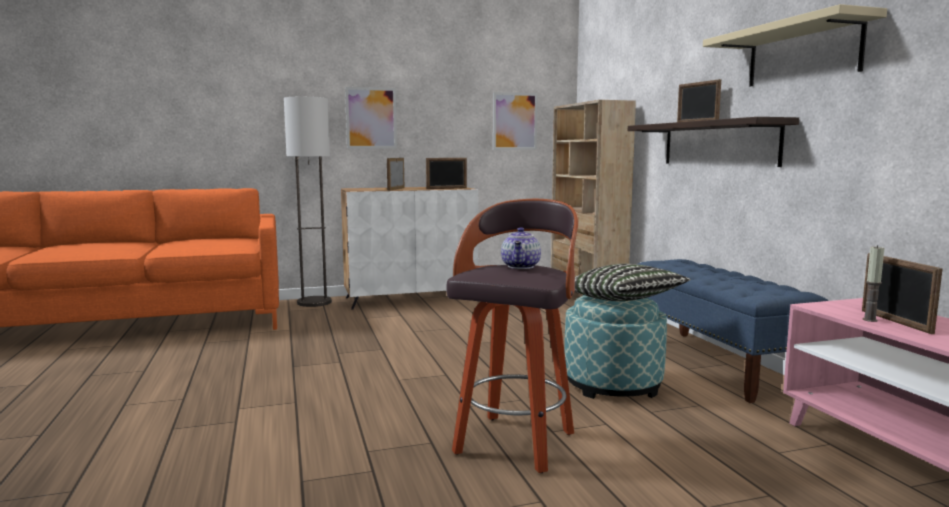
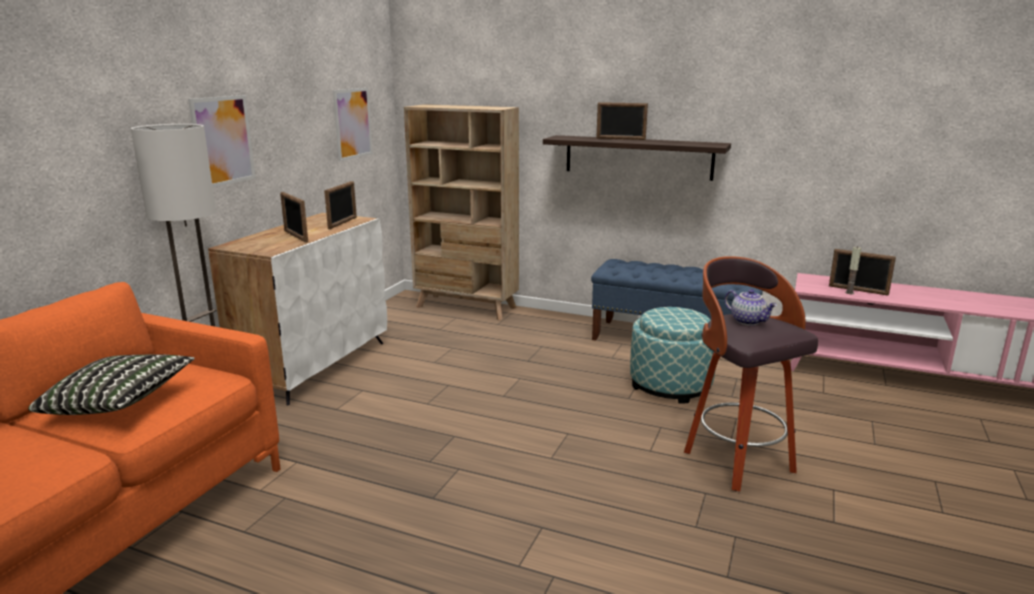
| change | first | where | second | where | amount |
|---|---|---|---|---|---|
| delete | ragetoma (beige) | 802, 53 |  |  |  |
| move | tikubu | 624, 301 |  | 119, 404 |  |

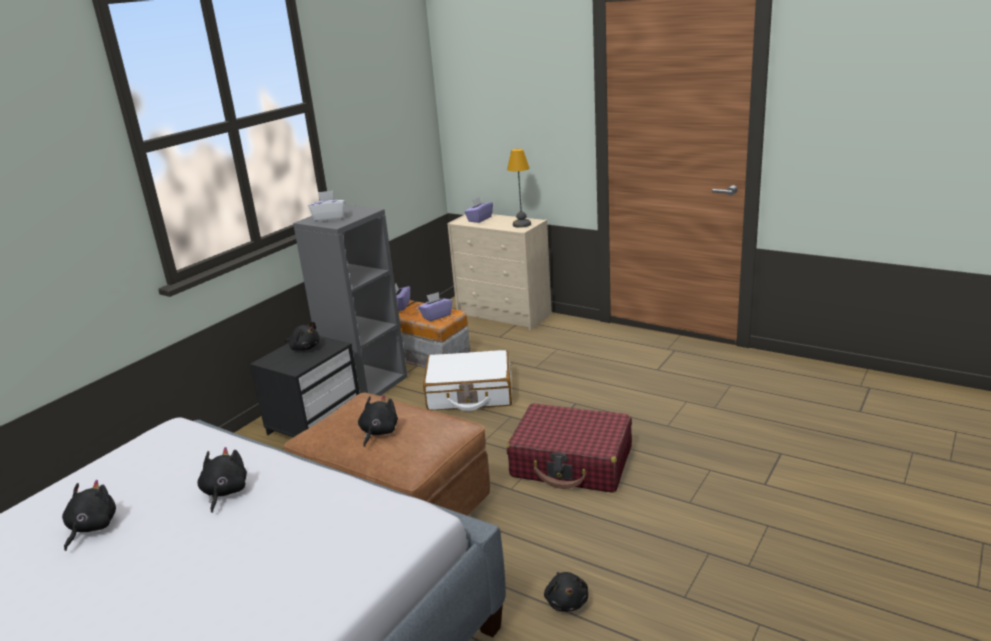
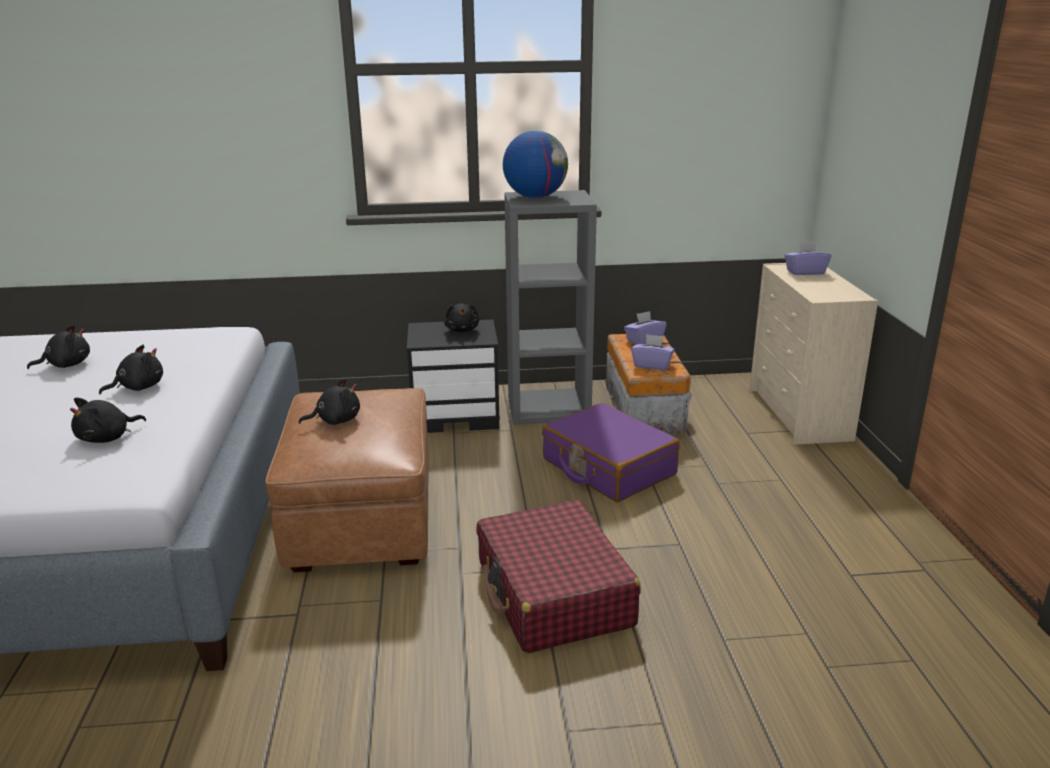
| change | first | where | second | where | amount |
|---|---|---|---|---|---|
| delete | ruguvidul | 521, 224 |  |  |  |
| move | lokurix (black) | 566, 601 |  | 107, 438 |  |
| replace | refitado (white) | 329, 218 | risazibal | 535, 197 |  |
| recolor | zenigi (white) | 469, 393 | zenigi (purple) | 608, 467 |  |

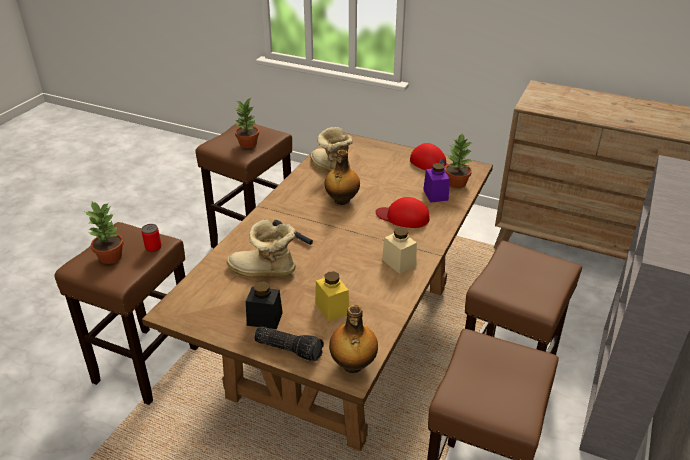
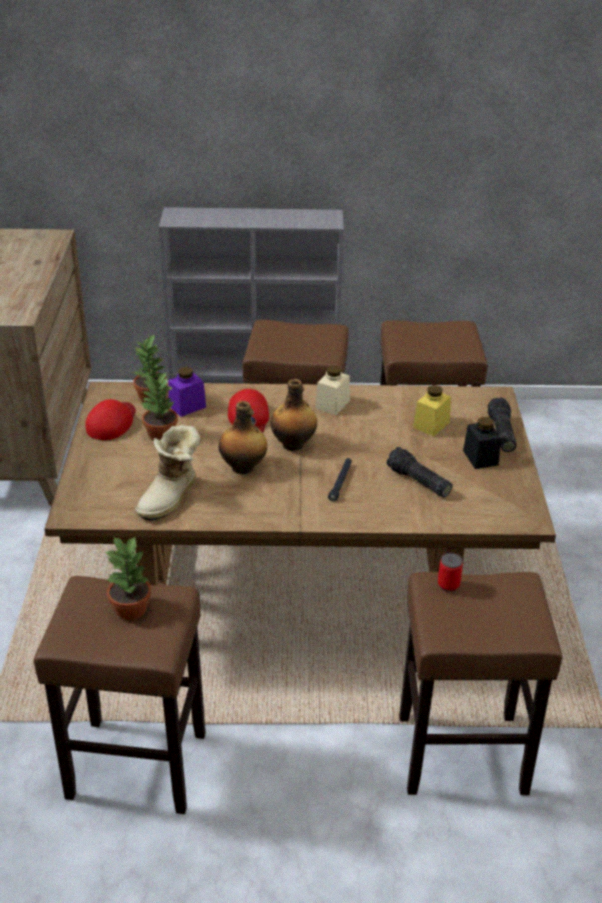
| change | first | where | second | where | amount |
|---|---|---|---|---|---|
| move | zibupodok | 111, 256 |  | 160, 434 |  |
| move | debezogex | 352, 365 |  | 294, 444 |  |
| replace | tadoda | 263, 271 | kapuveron | 417, 482 |  |

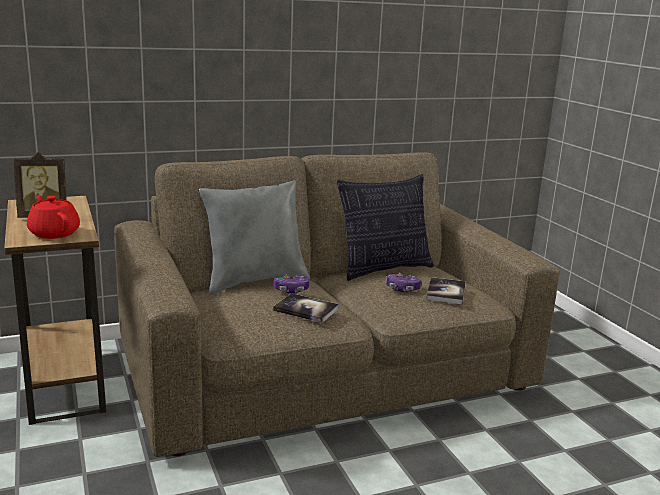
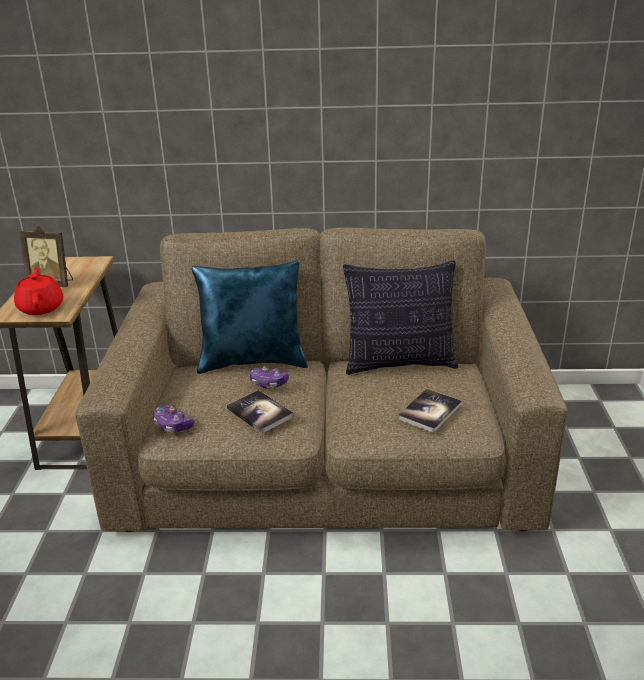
| change | first | where | second | where | amount |
|---|---|---|---|---|---|
| move | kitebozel | 402, 289 |  | 173, 425 |  |
| recolor | tikubu (grey) | 255, 281 | tikubu (blue) | 253, 361 |  |

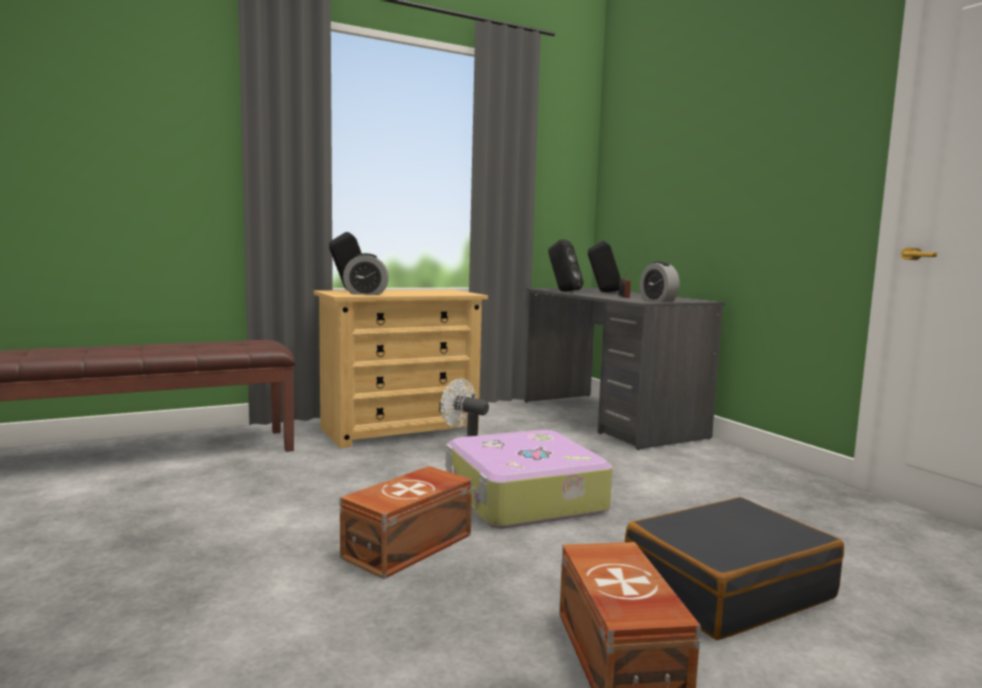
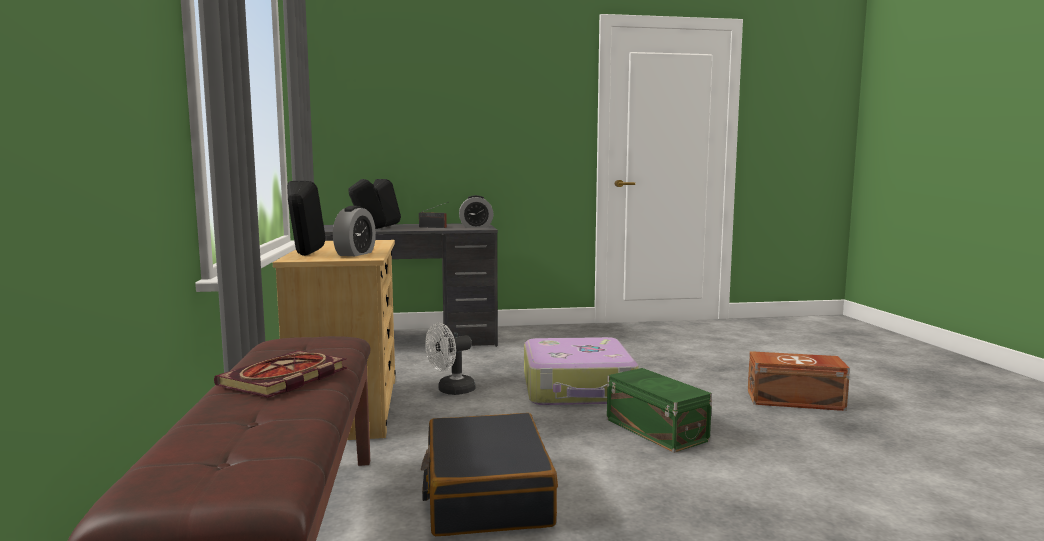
| change | first | where | second | where | amount |
|---|---|---|---|---|---|
| insert |  |  | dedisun | 283, 379 |  |
| move | zenigi (black) | 726, 587 |  | 486, 493 |  |
| recolor | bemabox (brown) | 411, 546 | bemabox (green) | 656, 429 |  |

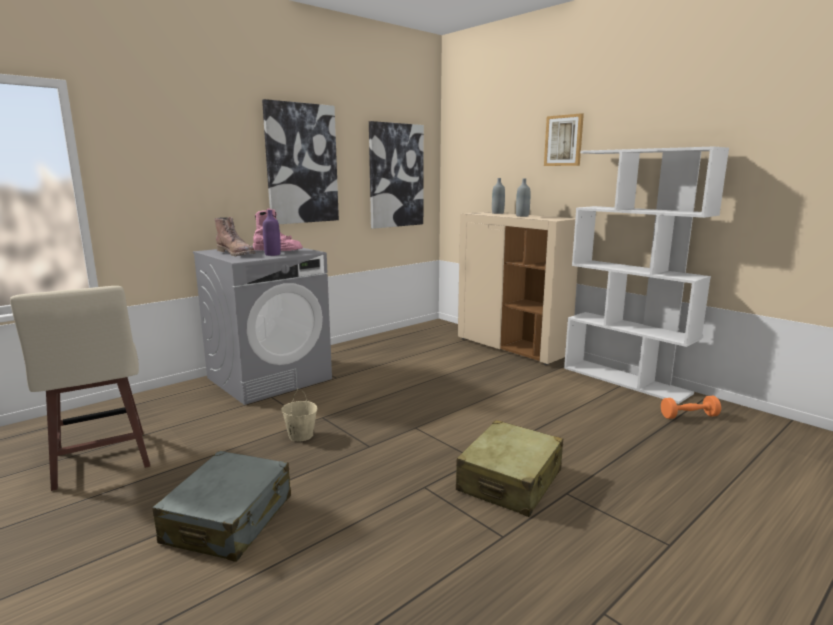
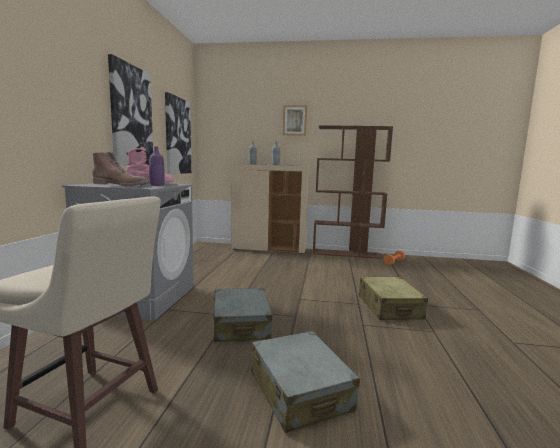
| change | first | where | second | where | amount |
|---|---|---|---|---|---|
| replace | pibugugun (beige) | 300, 436 | zenigi (grey) | 241, 325 |  |
| recolor | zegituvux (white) | 626, 380 | zegituvux (brown) | 346, 254 |  |

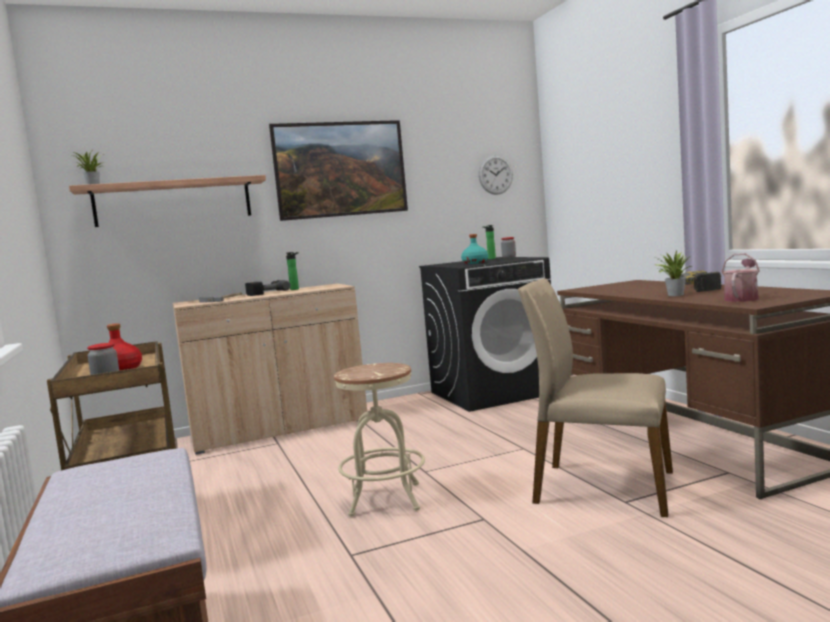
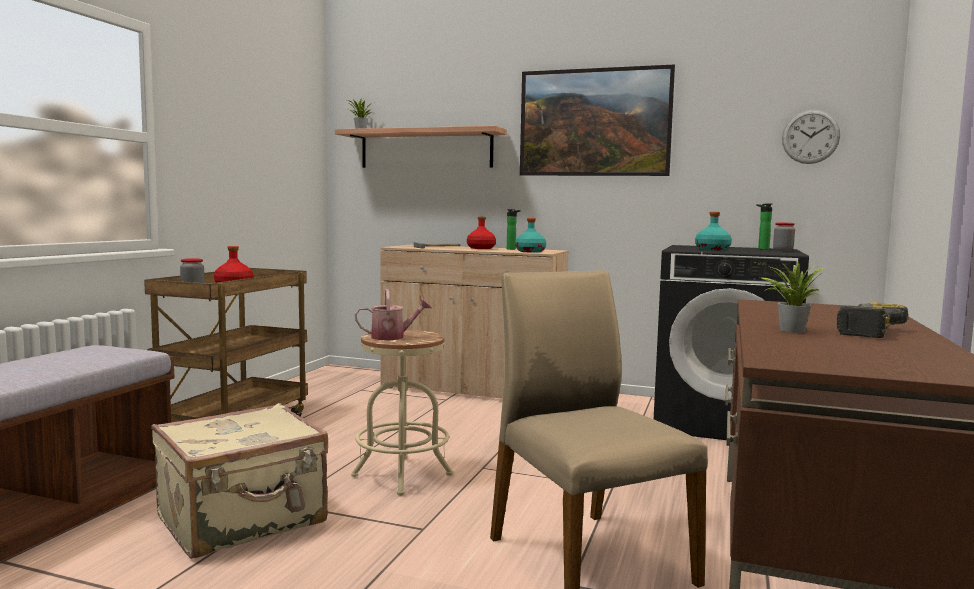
| change | first | where | second | where | amount |
|---|---|---|---|---|---|
| insert |  |  | zenigi (beige) | 243, 521 |  |
| insert |  |  | debezogex (turquoise) | 530, 251 |  |
| move | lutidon | 742, 298 |  | 393, 337 |  |
| replace | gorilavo | 266, 293 | debezogex (red) | 480, 248 |  |

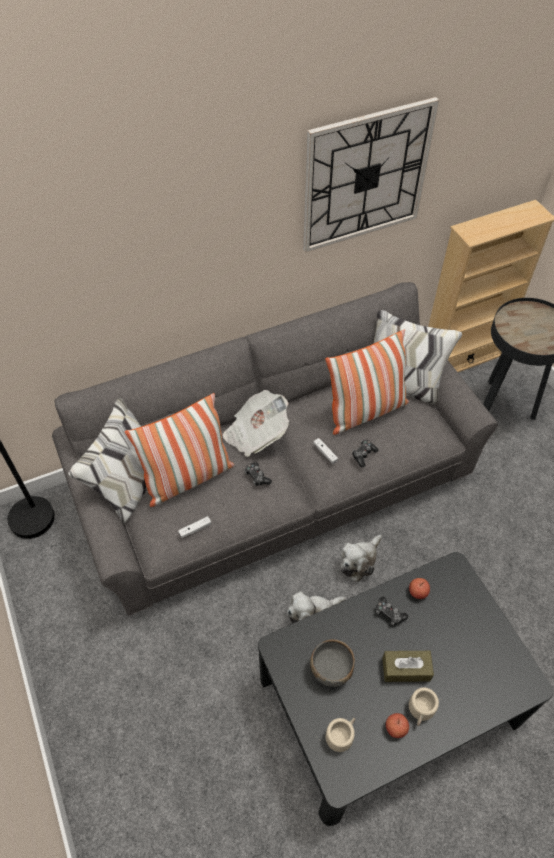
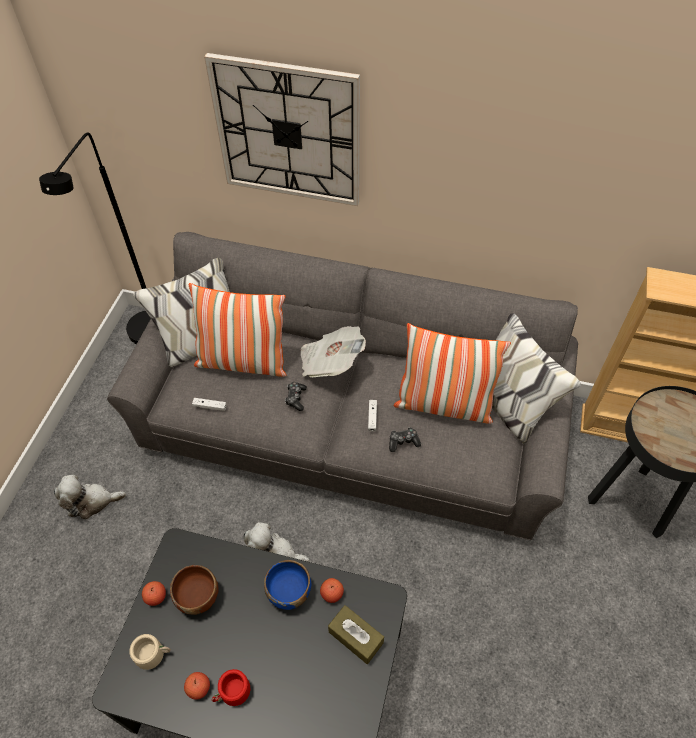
| change | first | where | second | where | amount |
|---|---|---|---|---|---|
| insert |  |  | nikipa | 156, 596 |  |
| move | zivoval | 365, 176 |  | 288, 132 |  |
| move | lokurix | 359, 561 |  | 91, 502 |  |
| move | refitado (brown) | 406, 669 |  | 355, 637 |  |
| replace | kitebozel | 389, 613 | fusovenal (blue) | 289, 591 |  |
| recolor | fusovenal (grey) | 331, 669 | fusovenal (brown) | 198, 596 |  |
| recolor | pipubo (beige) | 422, 711 | pipubo (red) | 233, 694 |  |

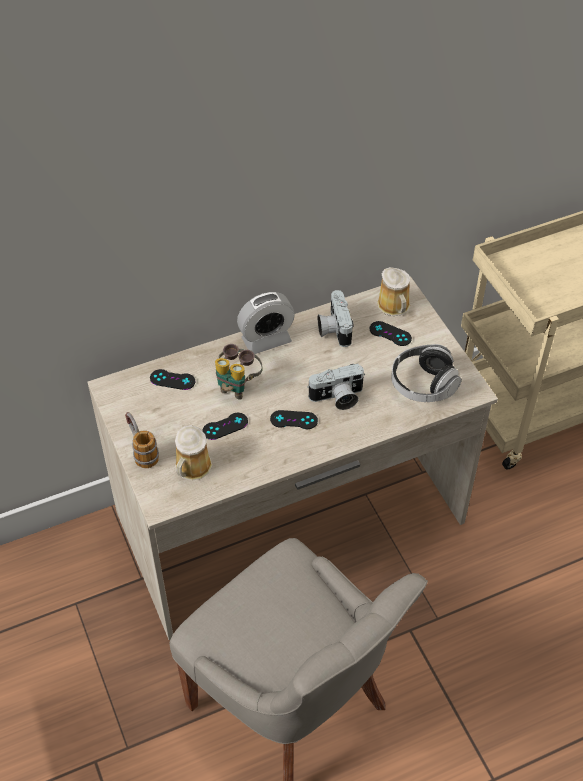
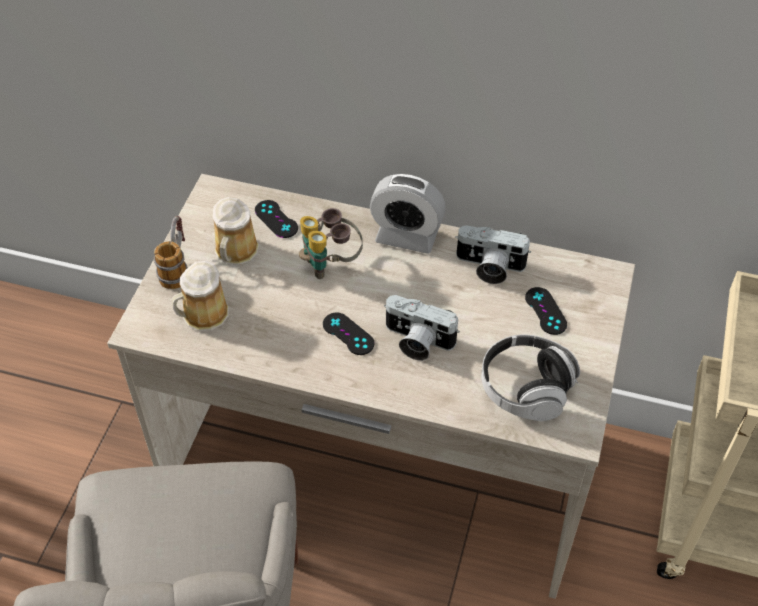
| change | first | where | second | where | amount |
|---|---|---|---|---|---|
| delete | kitebozel (black) | 225, 426 |  |  |  |
| move | pipubo | 394, 307 |  | 235, 252 |  |
| rotate | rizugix | 333, 328 |  | 489, 267 | 105 degrees counterclockwise |

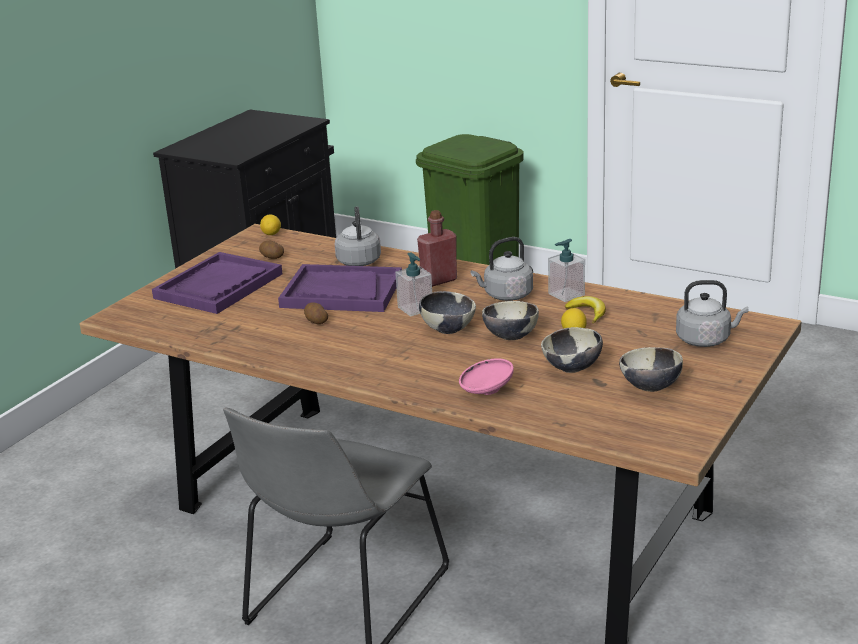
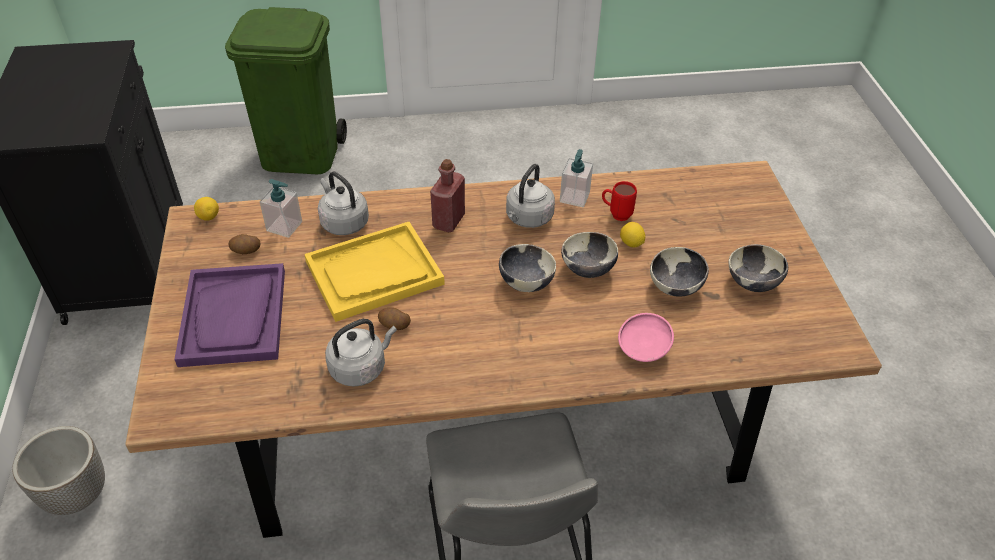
| change | first | where | second | where | amount |
|---|---|---|---|---|---|
| insert |  |  | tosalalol | 77, 495 |  |
| move | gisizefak | 415, 308 |  | 284, 226 |  |
| move | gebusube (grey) | 706, 340 |  | 360, 367 |  |
| replace | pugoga | 588, 313 | pipubo (red) | 616, 214 |  |
| recolor | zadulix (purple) | 341, 292 | zadulix (yellow) | 374, 273 |  |

